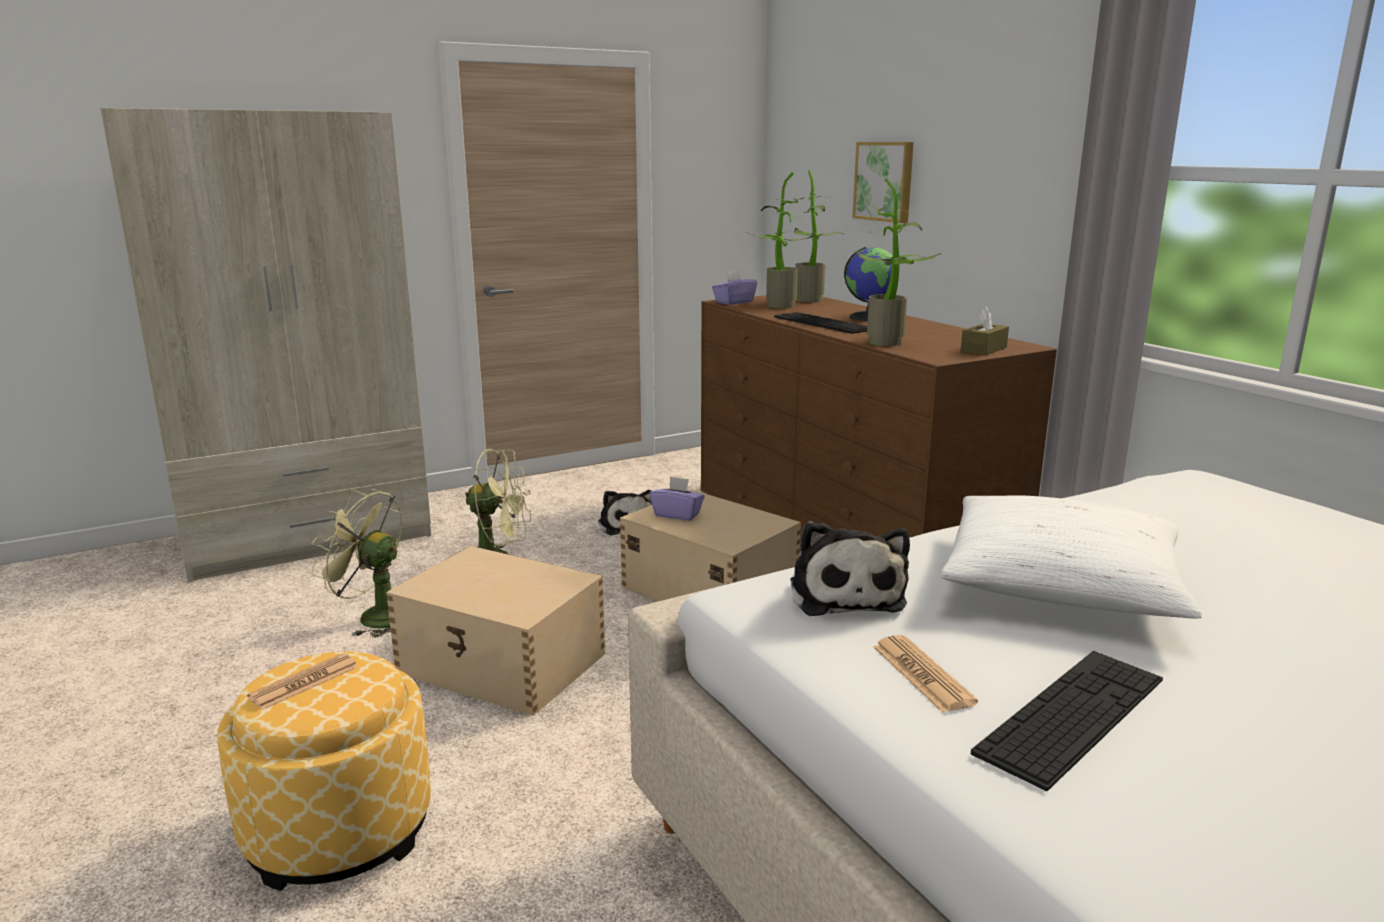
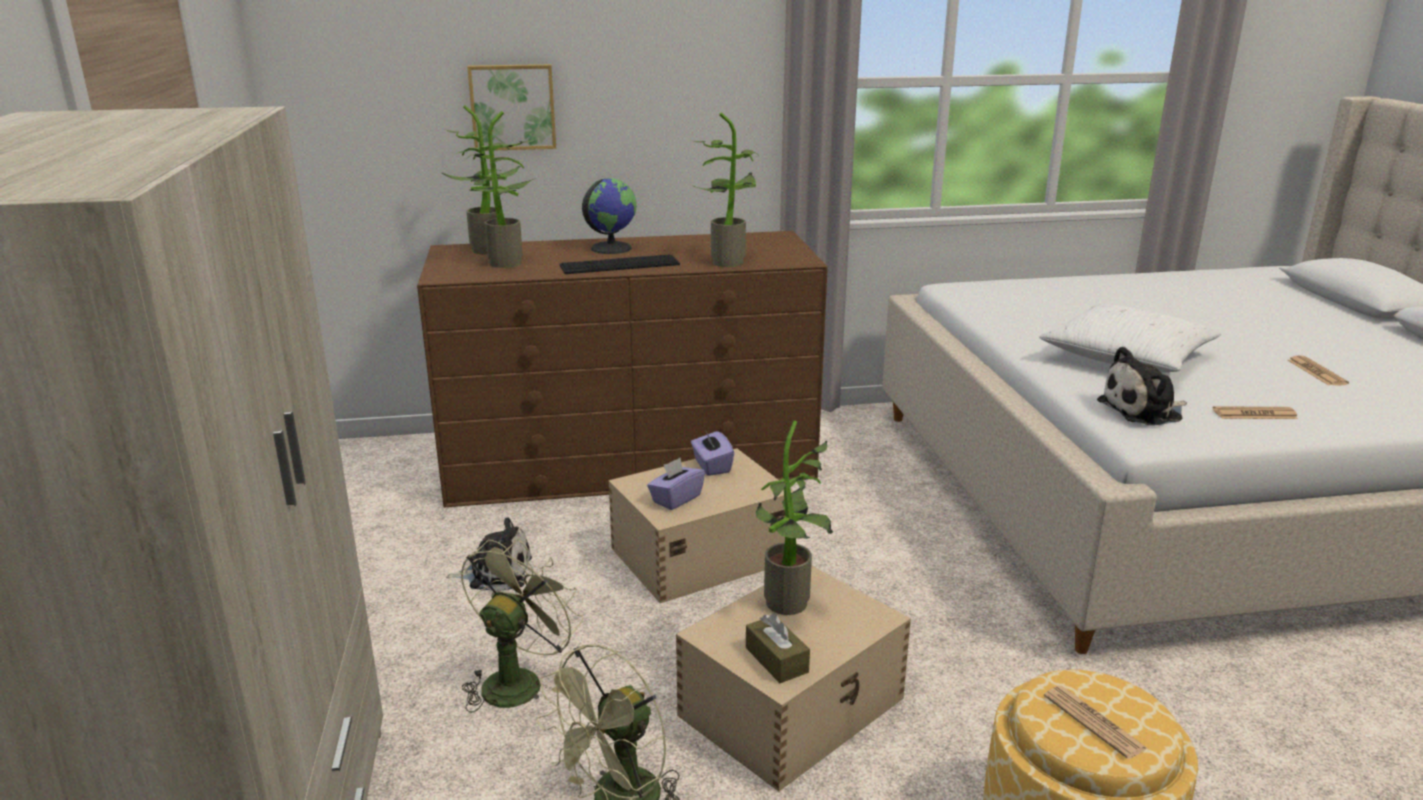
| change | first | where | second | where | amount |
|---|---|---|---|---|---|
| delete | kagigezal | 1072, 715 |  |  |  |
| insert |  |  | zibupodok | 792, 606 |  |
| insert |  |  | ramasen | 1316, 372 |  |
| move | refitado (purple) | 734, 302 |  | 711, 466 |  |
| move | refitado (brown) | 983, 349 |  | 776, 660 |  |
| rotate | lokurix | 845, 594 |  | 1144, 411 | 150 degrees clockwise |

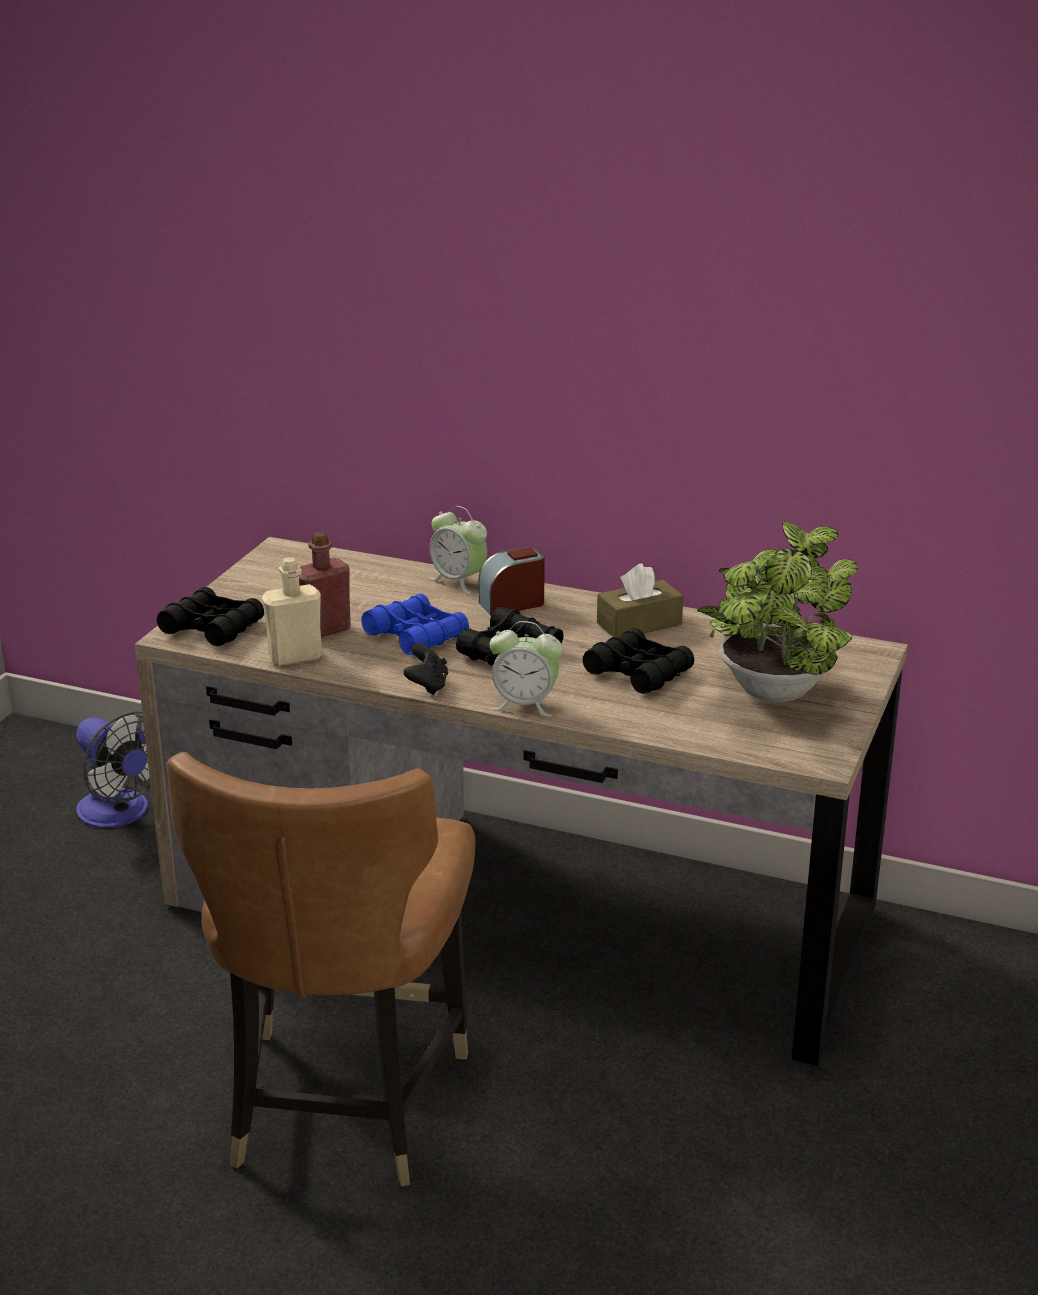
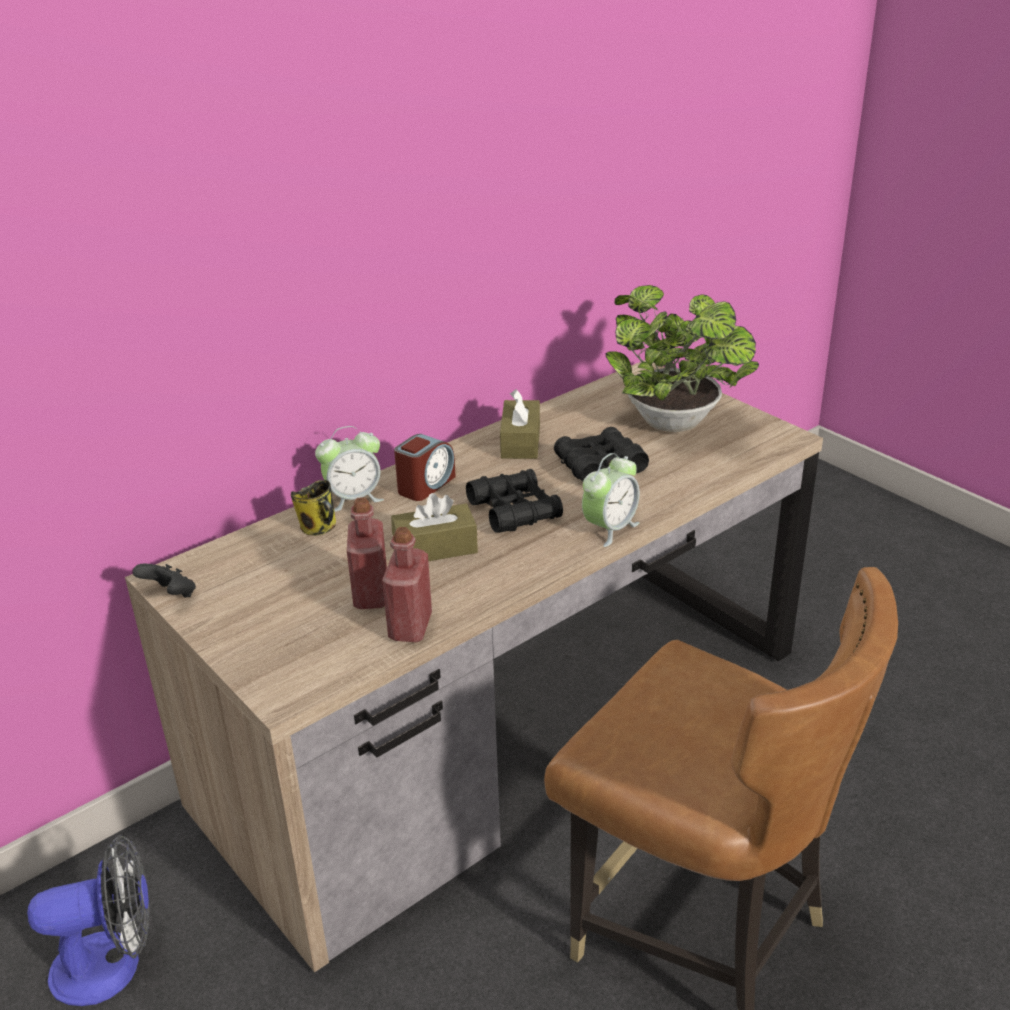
| change | first | where | second | where | amount |
|---|---|---|---|---|---|
| delete | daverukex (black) | 212, 628 |  |  |  |
| insert |  |  | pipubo | 319, 528 |  |
| move | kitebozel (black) | 427, 686 |  | 171, 595 |  |
| replace | daverukex (blue) | 416, 635 | refitado (brown) | 435, 548 |  |
| recolor | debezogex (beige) | 295, 657 | debezogex (red) | 410, 627 |  |
| rotate | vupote | 512, 604 |  | 425, 485 | 150 degrees counterclockwise |

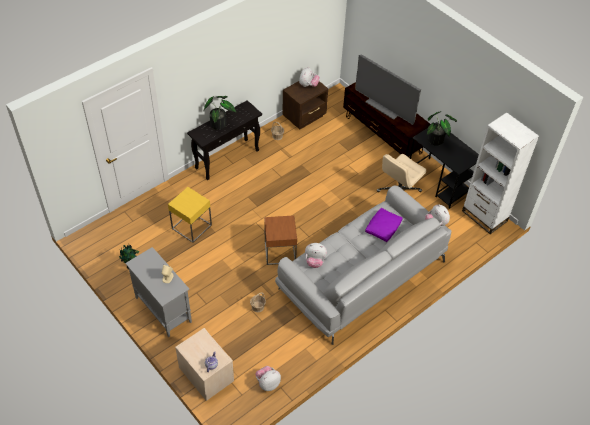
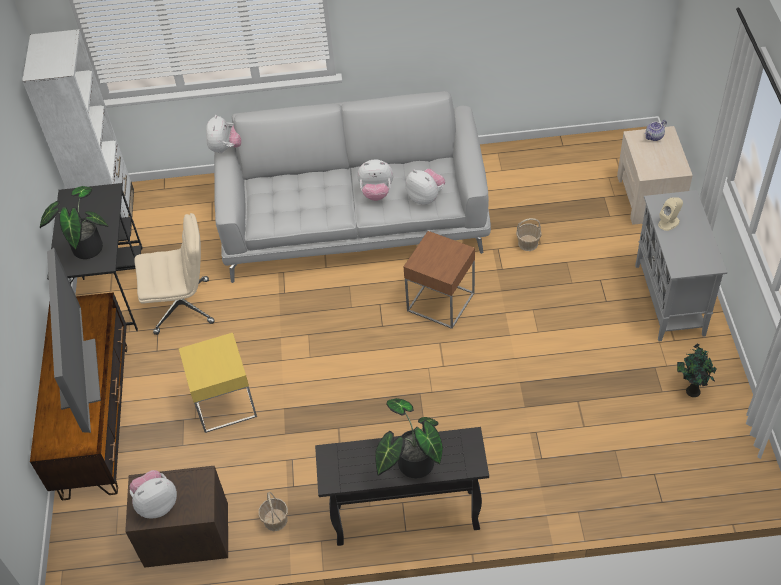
| change | first | where | second | where | amount |
|---|---|---|---|---|---|
| delete | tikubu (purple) | 383, 228 |  |  |  |
| move | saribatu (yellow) | 191, 227 |  | 224, 403 |  |
| move | lokurix | 268, 383 |  | 376, 192 |  |

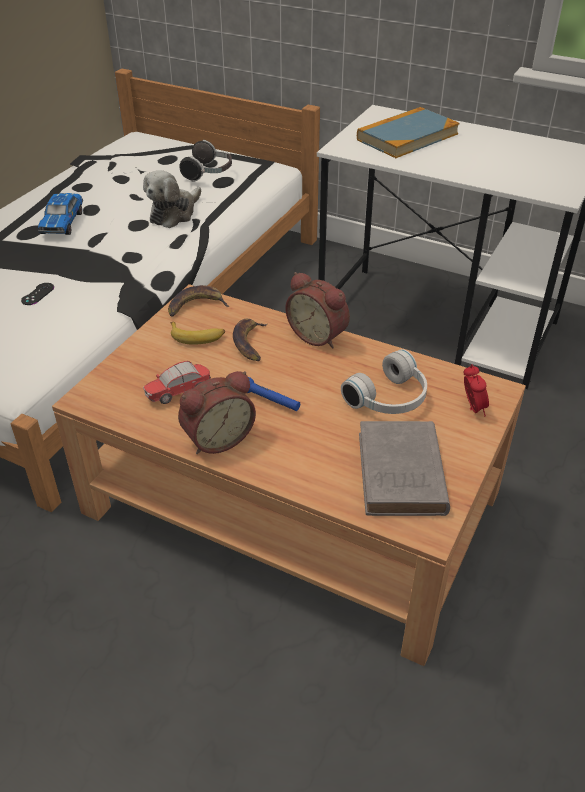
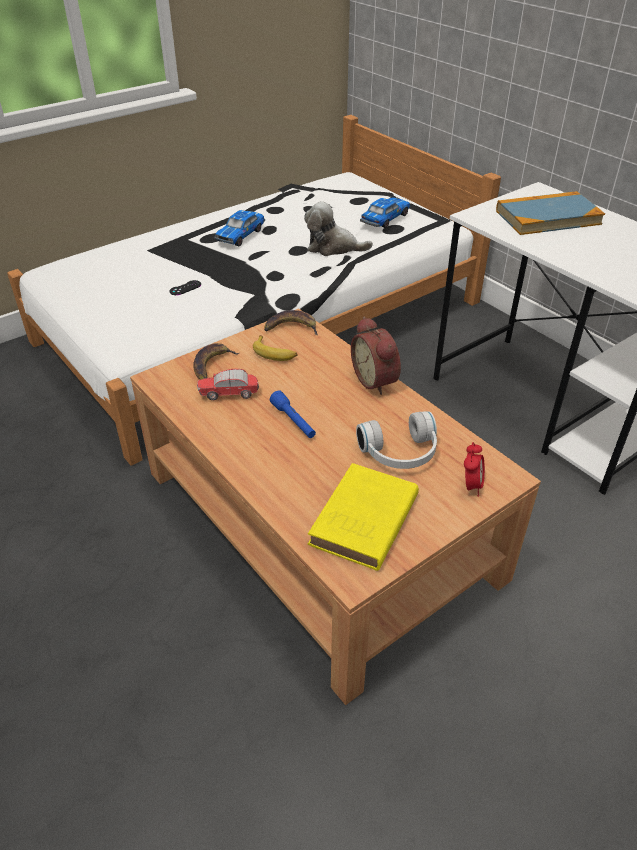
| change | first | where | second | where | amount |
|---|---|---|---|---|---|
| delete | vupote | 217, 438 |  |  |  |
| move | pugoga | 249, 343 |  | 212, 365 |  |
| replace | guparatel | 209, 173 | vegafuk | 384, 219 |  |
| recolor | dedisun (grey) | 401, 475 | dedisun (yellow) | 363, 522 |  |
| rotate | lokurix | 174, 213 |  | 333, 247 | 45 degrees clockwise |

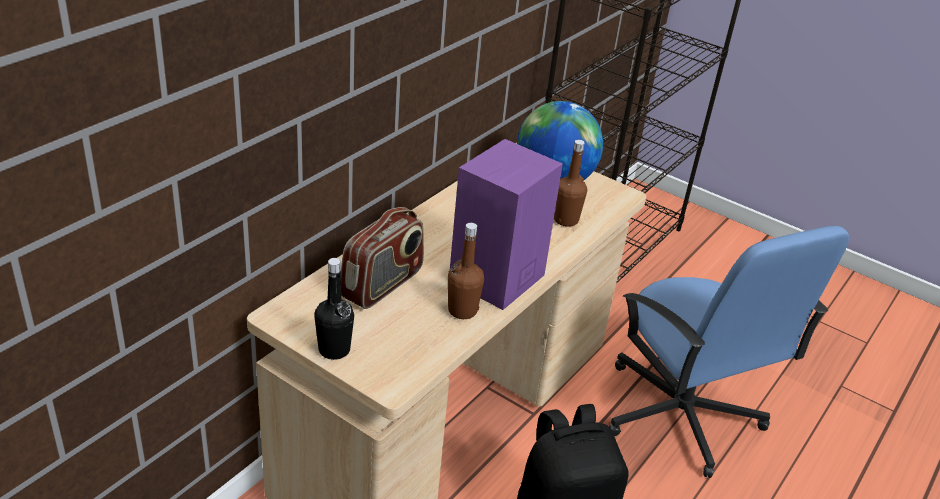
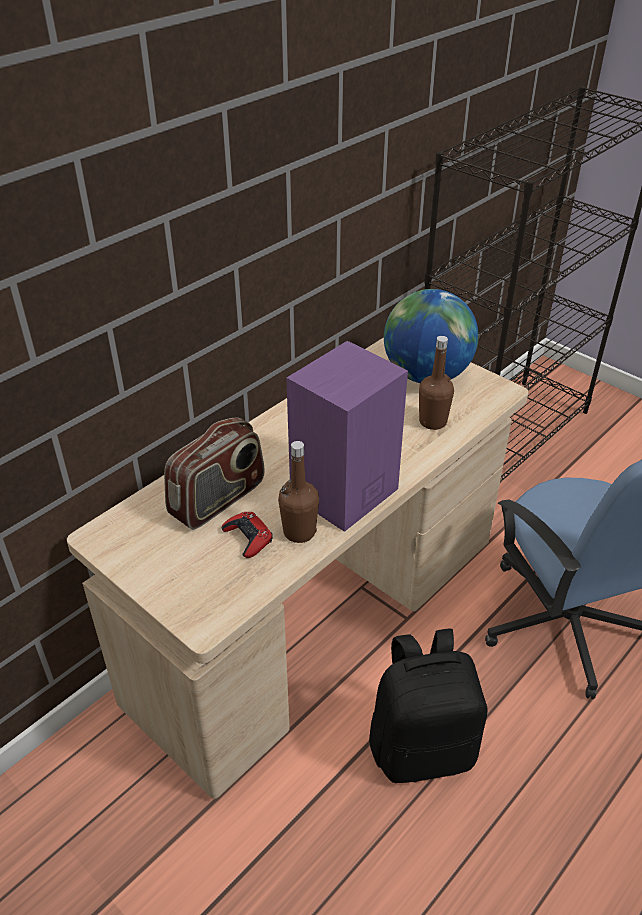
| change | first | where | second | where | amount |
|---|---|---|---|---|---|
| delete | debezogex (black) | 334, 350 |  |  |  |
| insert |  |  | kitebozel (red) | 248, 538 |  |

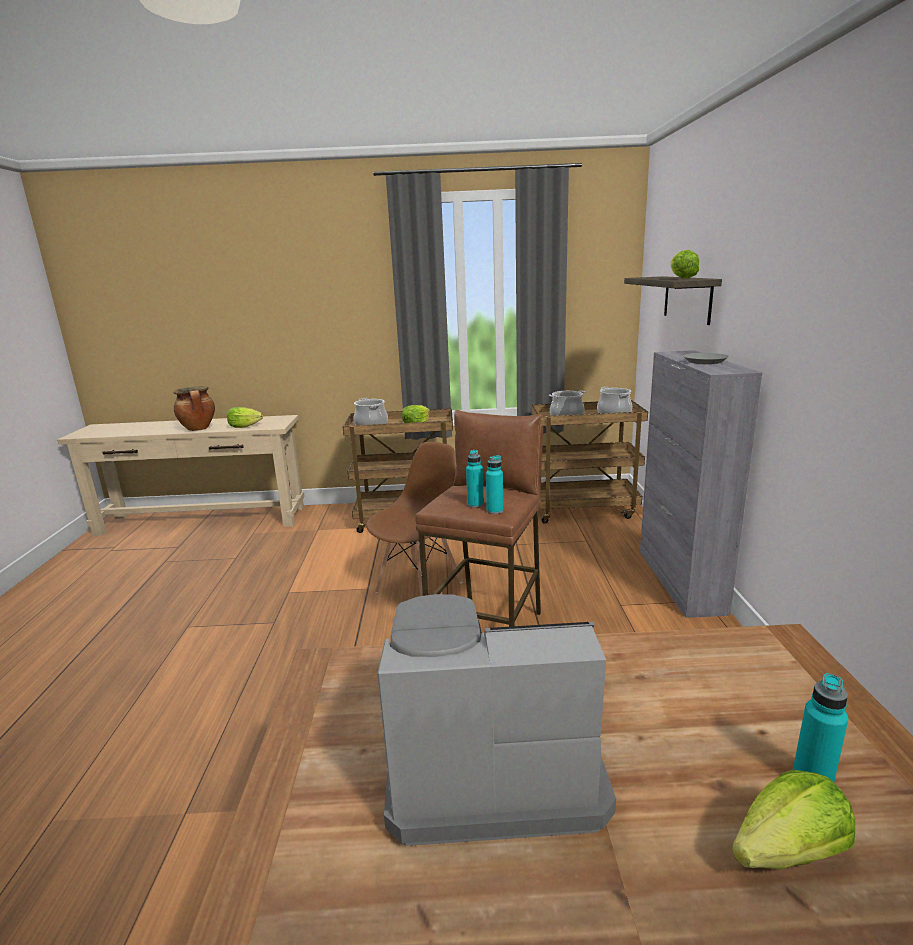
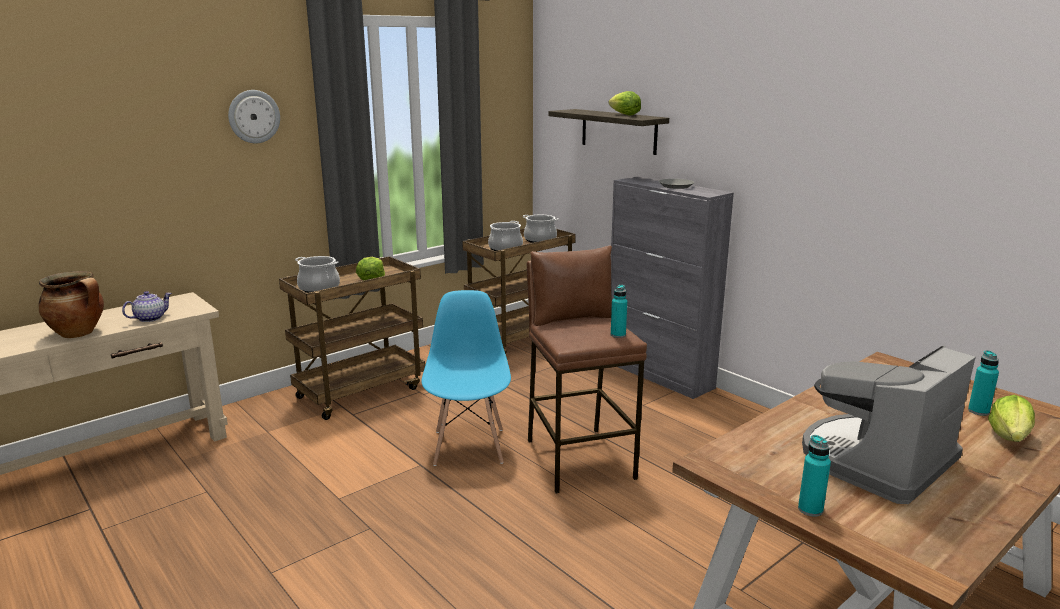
| change | first | where | second | where | amount |
|---|---|---|---|---|---|
| insert |  |  | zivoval | 254, 116 |  |
| move | debezogex (turquoise) | 475, 504 |  | 810, 509 |  |
| replace | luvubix | 244, 426 | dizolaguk | 150, 318 |  |
| recolor | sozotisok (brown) | 419, 587 | sozotisok (blue) | 469, 446 |  |

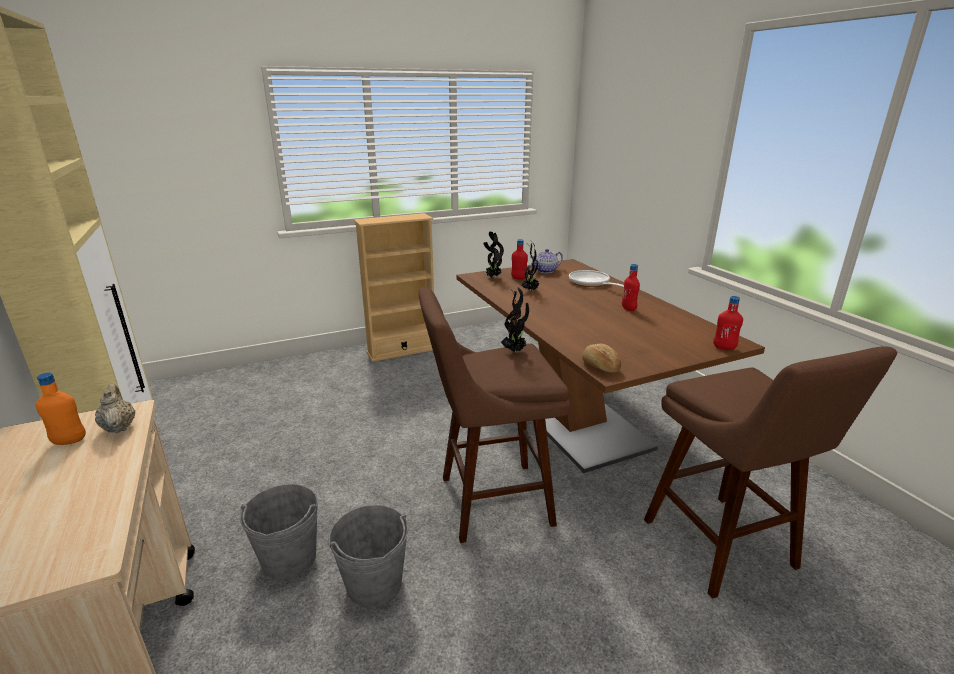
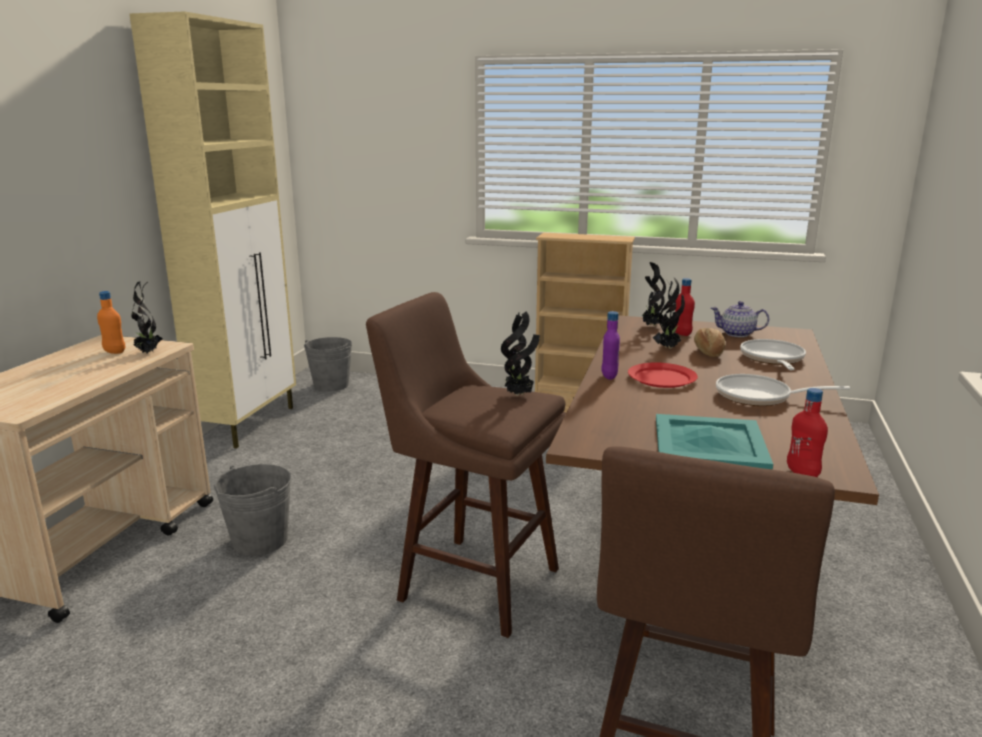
| change | first | where | second | where | amount |
|---|---|---|---|---|---|
| insert |  |  | debezogex (purple) | 609, 376 |  |
| insert |  |  | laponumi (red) | 661, 378 |  |
| insert |  |  | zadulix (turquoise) | 711, 442 |  |
| move | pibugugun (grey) | 374, 584 |  | 331, 385 |  |
| move | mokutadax | 600, 367 |  | 708, 352 |  |
| replace | dizolaguk (beige) | 119, 427 | zibupodok | 148, 352 |  |
| replace | debezogex (red) | 628, 309 | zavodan | 759, 397 |  |

